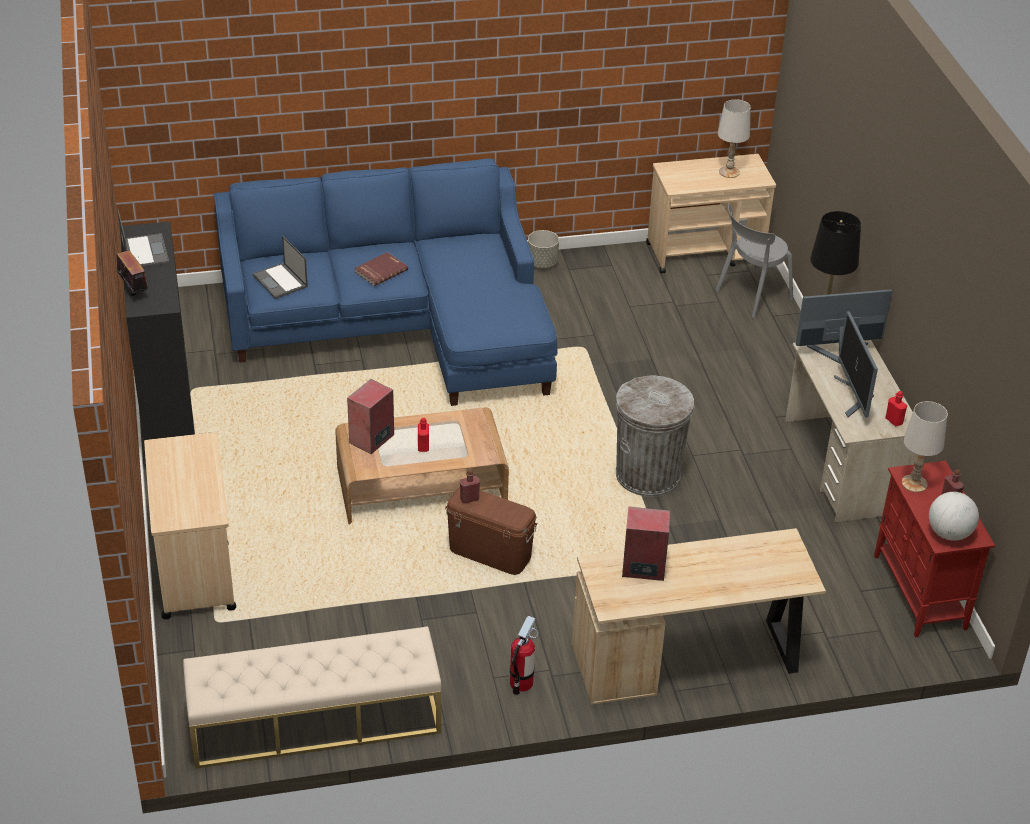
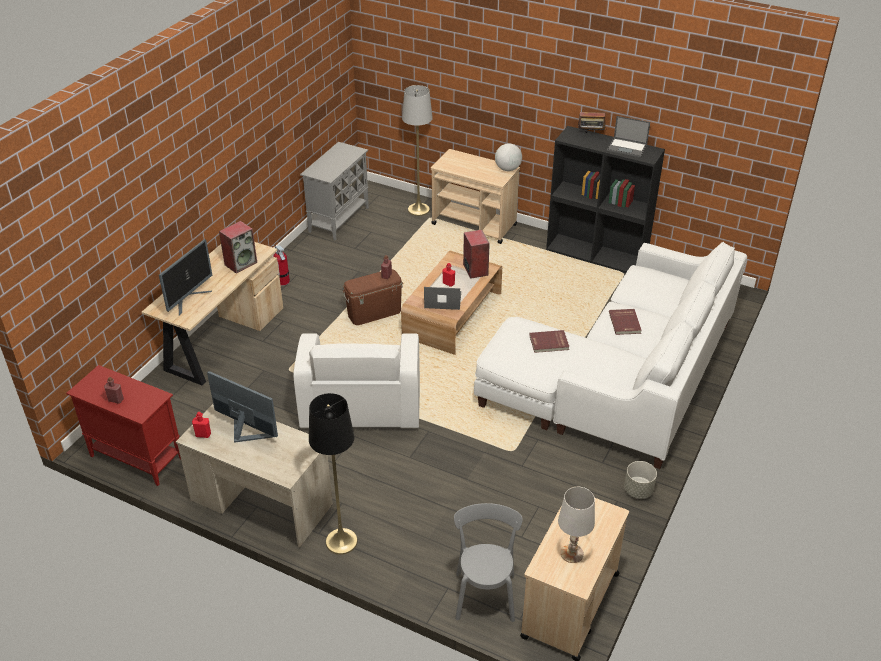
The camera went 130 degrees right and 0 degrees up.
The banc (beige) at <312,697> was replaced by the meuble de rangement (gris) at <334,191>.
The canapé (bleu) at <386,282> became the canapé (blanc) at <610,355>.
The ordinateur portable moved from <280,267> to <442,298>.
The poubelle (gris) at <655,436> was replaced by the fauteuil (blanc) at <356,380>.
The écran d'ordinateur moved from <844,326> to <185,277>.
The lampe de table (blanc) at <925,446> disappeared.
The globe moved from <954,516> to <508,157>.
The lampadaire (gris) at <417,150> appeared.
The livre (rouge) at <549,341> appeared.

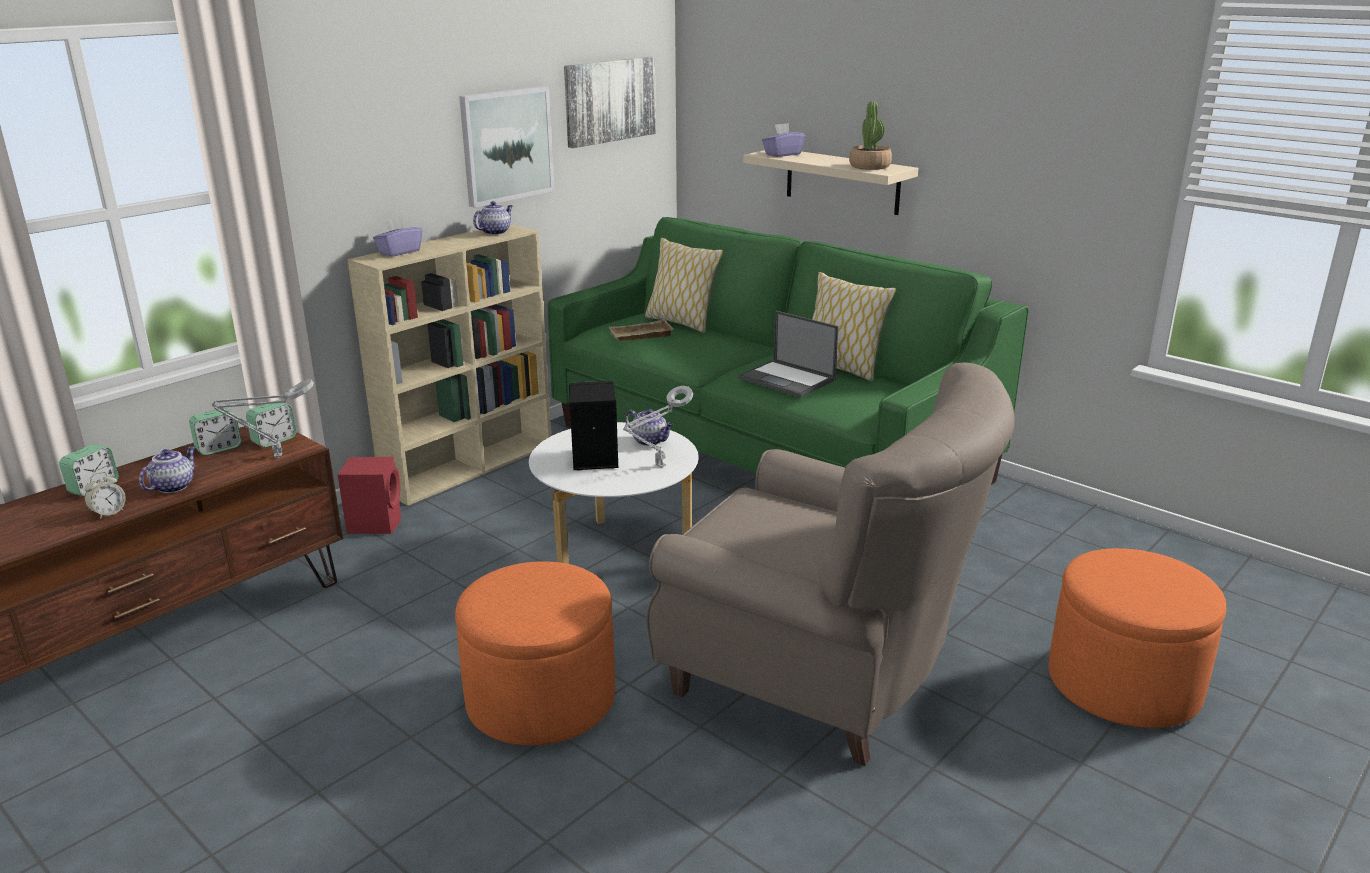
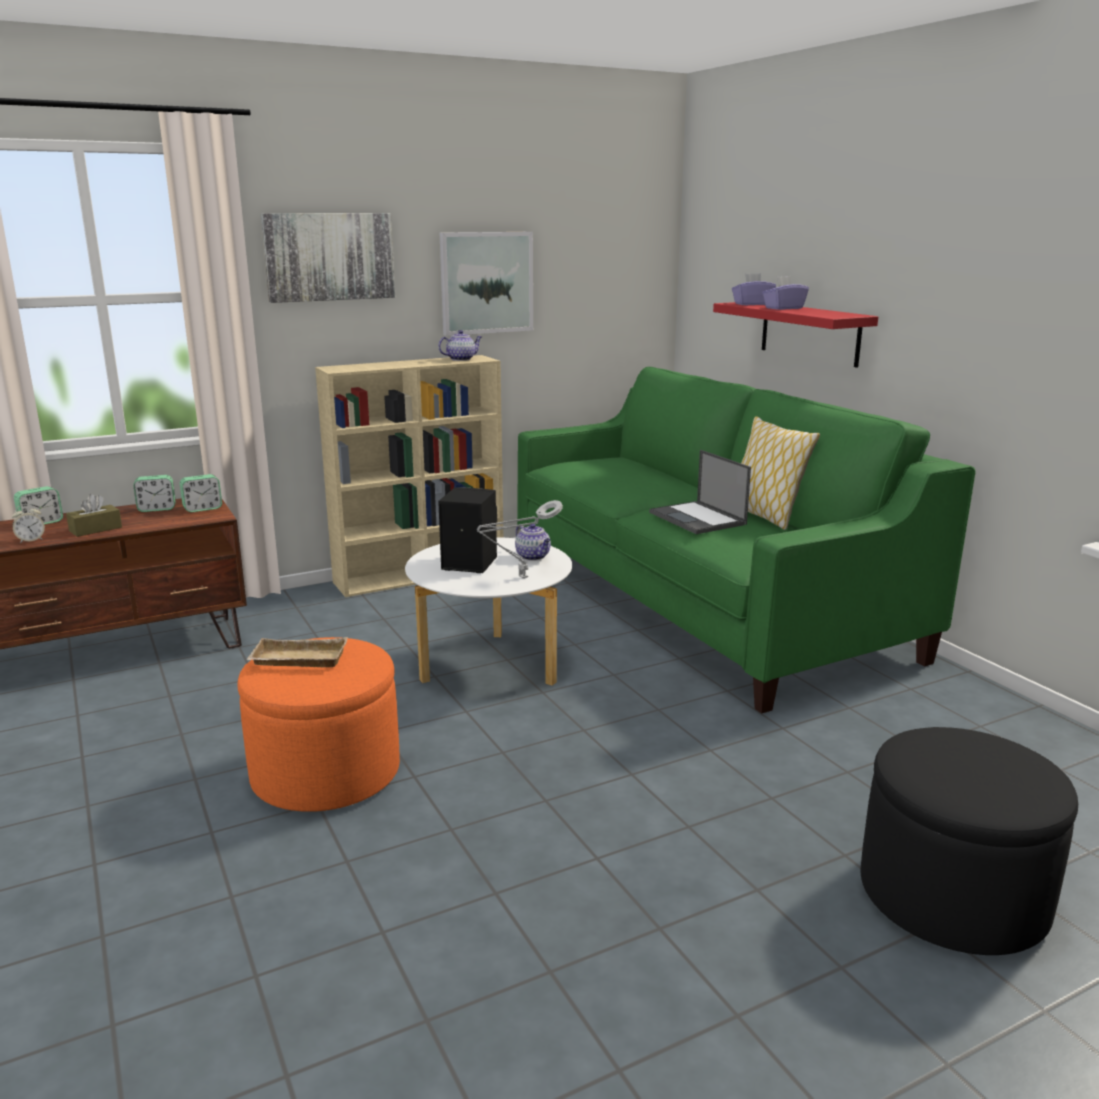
The camera went 20 degrees right and 5 degrees down.
The théière at <167,469> was replaced by the boîte à mouchoirs (marron) at <94,515>.
The lampe de table (gris) at <263,418> disappeared.
The enceinte (rouge) at <369,495> disappeared.
The boîte à mouchoirs (violet) moved from <398,237> to <785,293>.
The tableau moved from <610,102> to <328,258>.
The plateau (beige) moved from <641,330> to <297,652>.
The coussin at <684,285> disappeared.
The fauteuil (beige) at <830,564> disappeared.
The étagère (beige) at <830,182> became the étagère (rouge) at <795,335>.
The plante en pot at <870,135> disappeared.
The pouf (orange) at <1137,638> became the pouf (noir) at <969,841>.

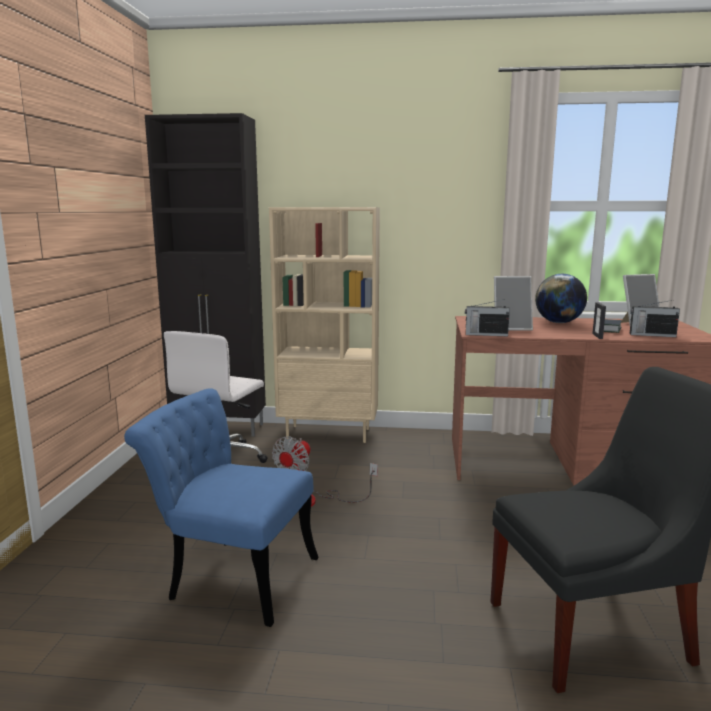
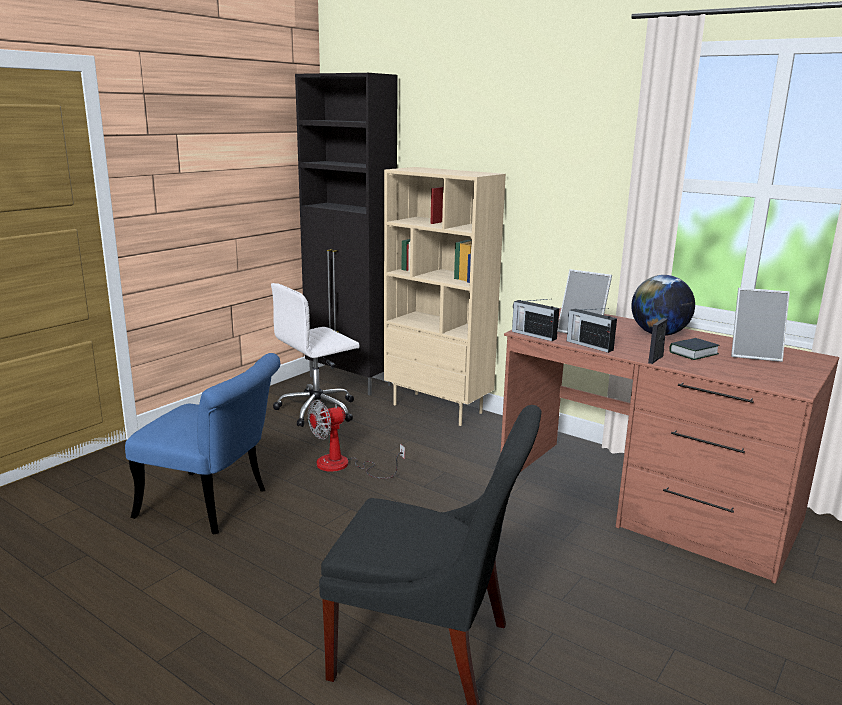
The camera went 30 degrees right and 5 degrees up.
The chaise (bleu) at <221,507> turned 150 degrees clockwise.
The radio moved from <655,318> to <592,330>.

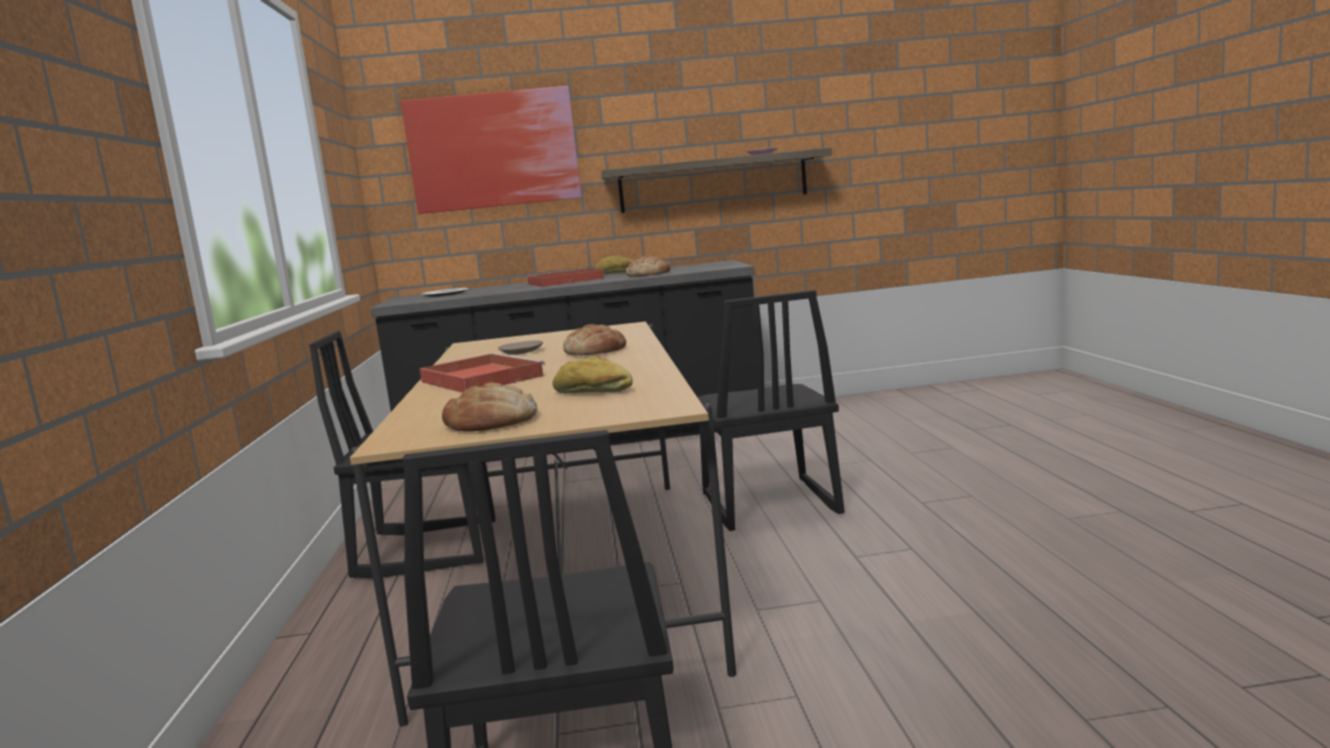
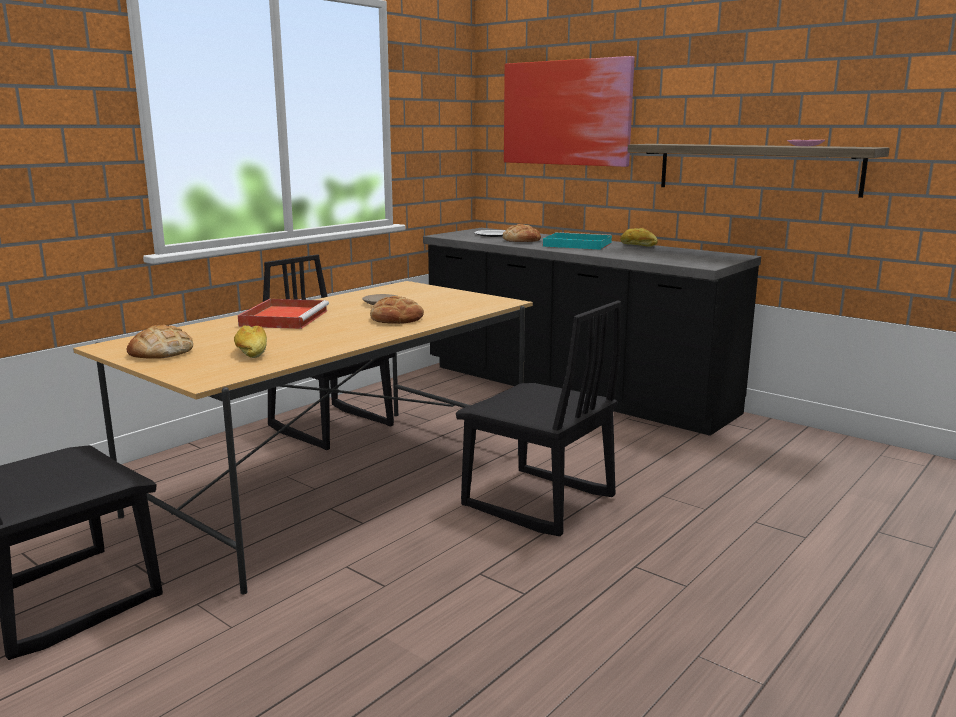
The camera went 45 degrees right and 5 degrees up.
The plateau (rouge) at <565,277> became the plateau (turquoise) at <577,241>.
The pain moved from <648,266> to <522,233>.
The chaise (noir) at <771,410> turned 90 degrees counterclockwise.

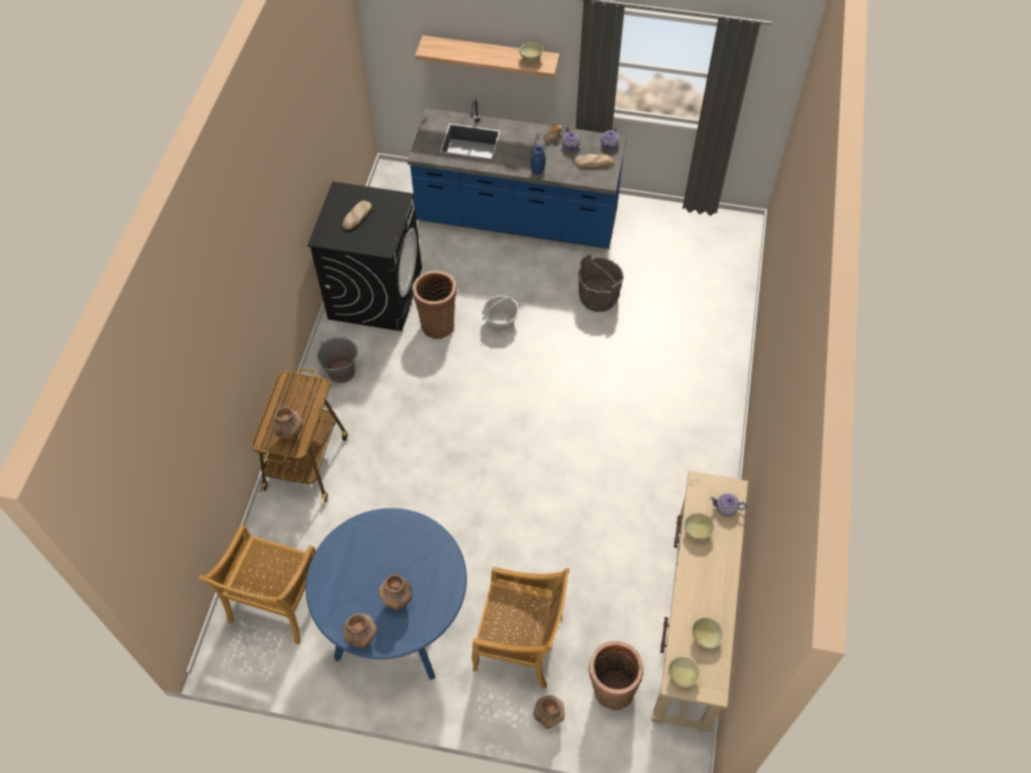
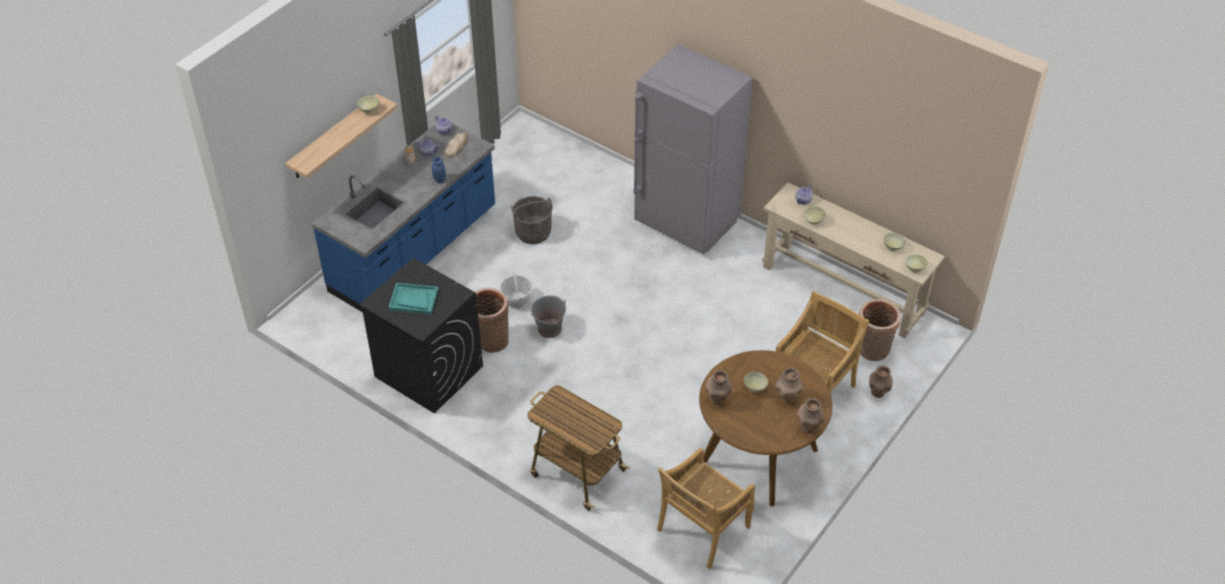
The camera went 65 degrees left and 10 degrees down.
The chaise (beige) at <257,584> turned 90 degrees clockwise.
The vase (marron) moved from <288,423> to <718,387>.
The table à manger (bleu) at <386,594> became the table à manger (marron) at <765,428>.
The seau (gris) moved from <337,360> to <548,316>.
The pain at <357,215> was replaced by the plateau (turquoise) at <413,298>.
The réfrigérateur (gris) at <693,150> appeared.
The bol (beige) at <756,382> appeared.

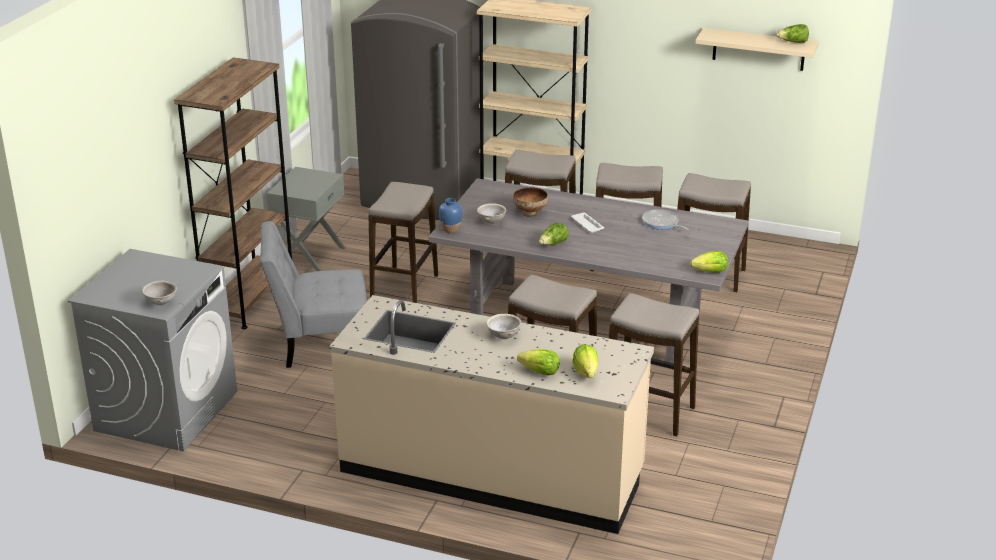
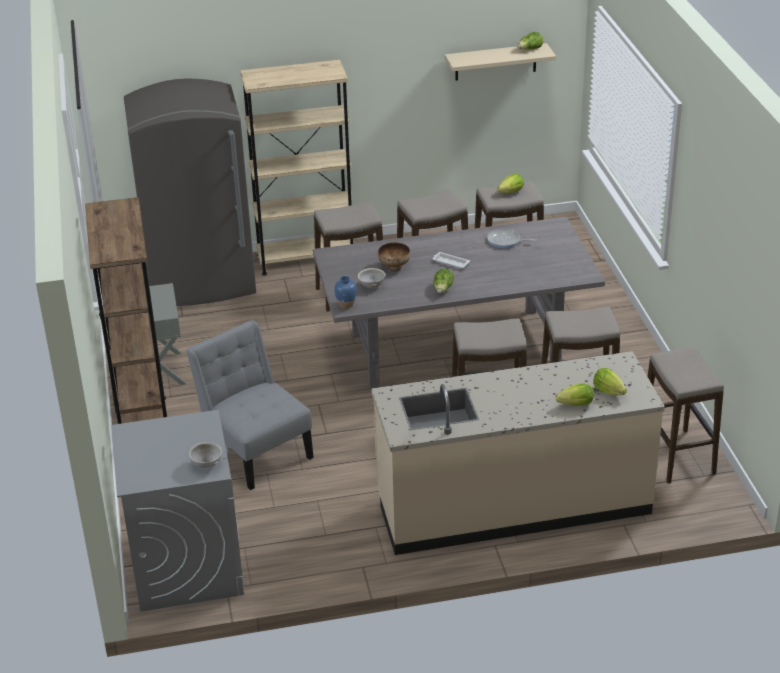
The camera went 30 degrees left and 5 degrees up.
The chaise (gris) at <313,294> turned 90 degrees clockwise.
The tabouret moved from <403,242> to <686,415>.
The bol (gris) at <504,326> disappeared.
The laitue moved from <709,262> to <510,183>.

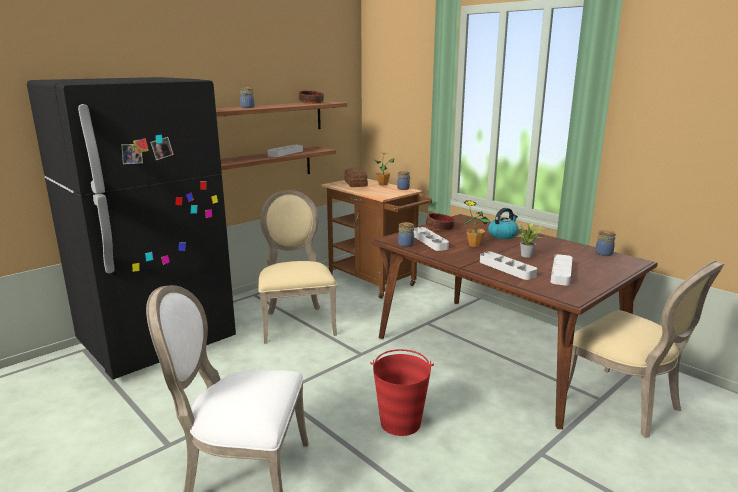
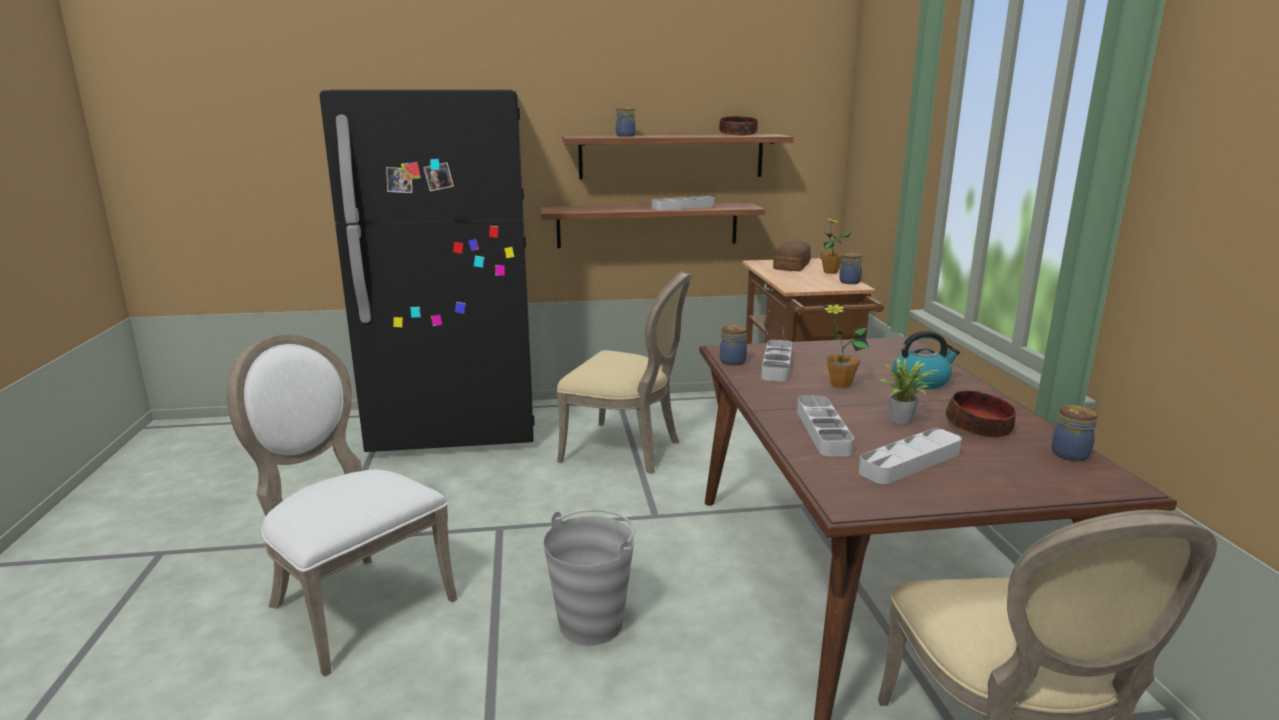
The camera went 35 degrees right and 0 degrees up.
The chaise (beige) at <297,267> turned 90 degrees clockwise.
The seau (rouge) at <402,392> became the seau (gris) at <588,577>.
The bol moved from <440,222> to <981,414>.

